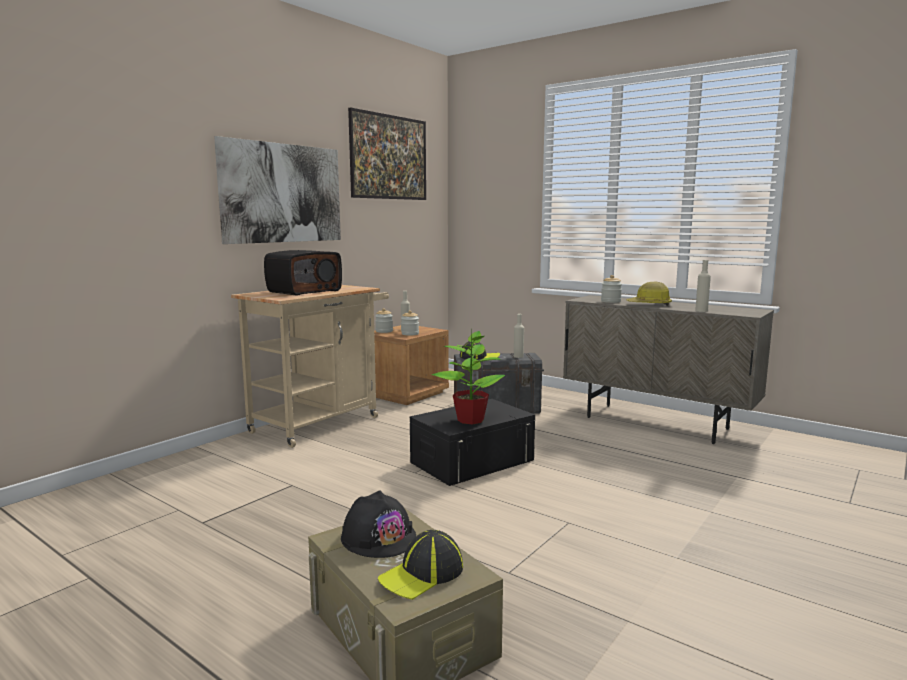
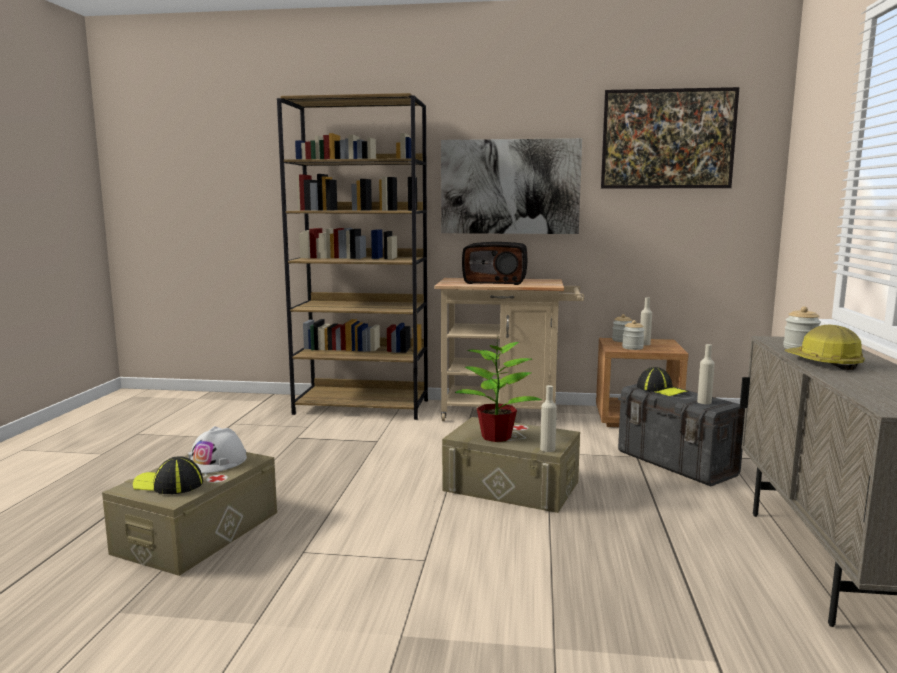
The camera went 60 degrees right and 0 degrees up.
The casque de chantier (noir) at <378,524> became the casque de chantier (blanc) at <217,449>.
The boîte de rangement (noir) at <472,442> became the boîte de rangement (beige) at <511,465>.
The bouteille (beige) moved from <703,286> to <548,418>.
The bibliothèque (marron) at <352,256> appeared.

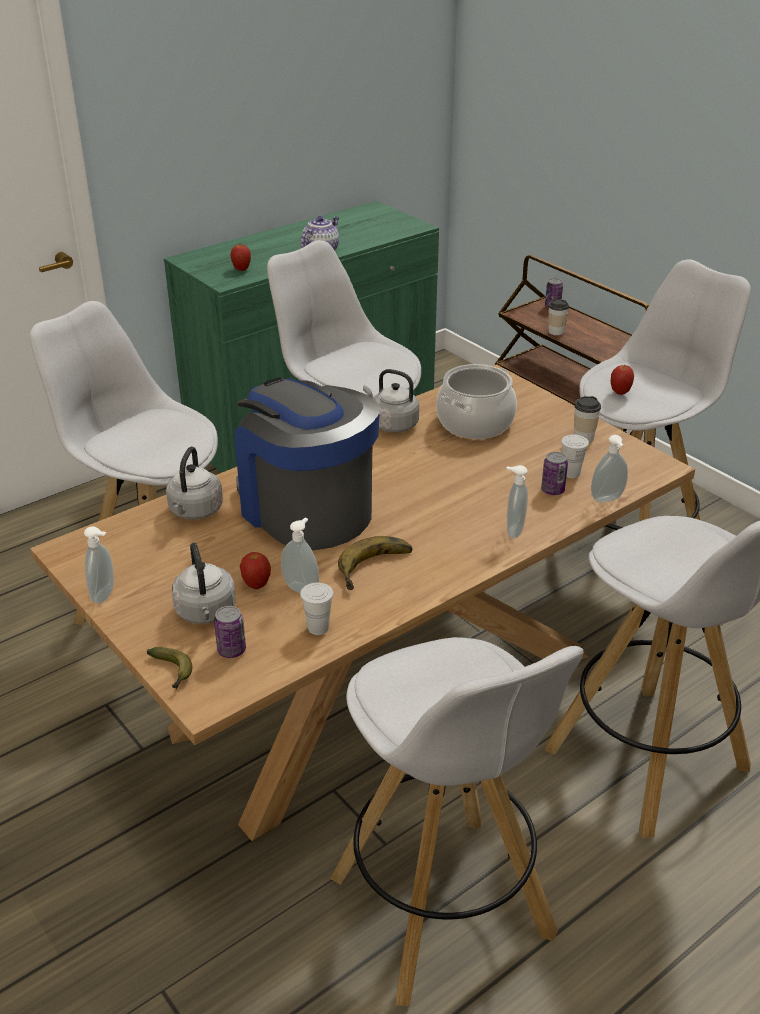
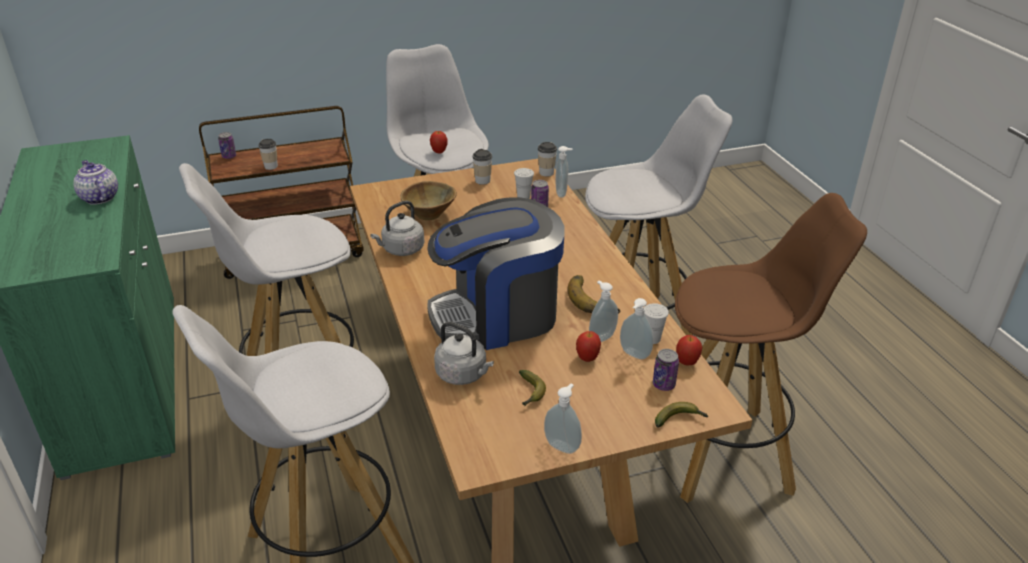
The camera went 70 degrees left and 0 degrees up.
The bouilloire (gris) at <204,583> disappeared.
The pomme moved from <240,257> to <689,350>.
The tabouret (blanc) at <457,821> became the tabouret (marron) at <771,348>.
The marmite at <476,401> was replaced by the bol (marron) at <429,200>.
The distributeur de savon moved from <517,501> to <636,329>.
The banane at <532,388> appeared.
The tasse at <547,159> appeared.

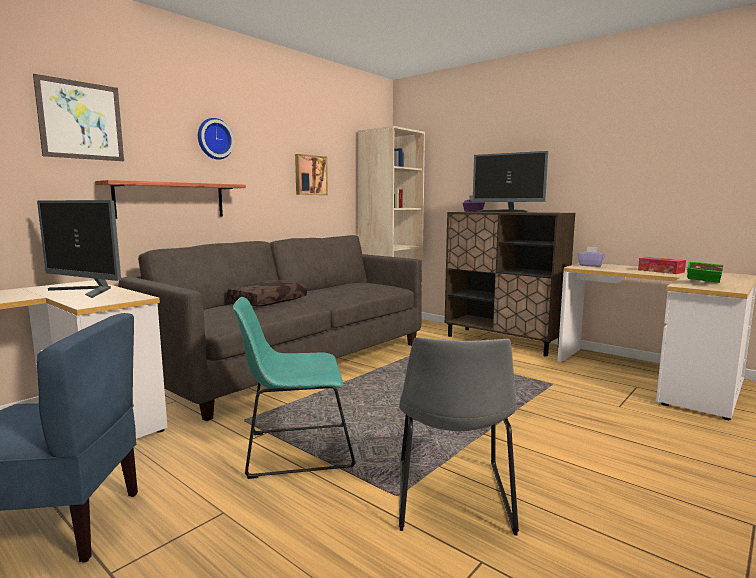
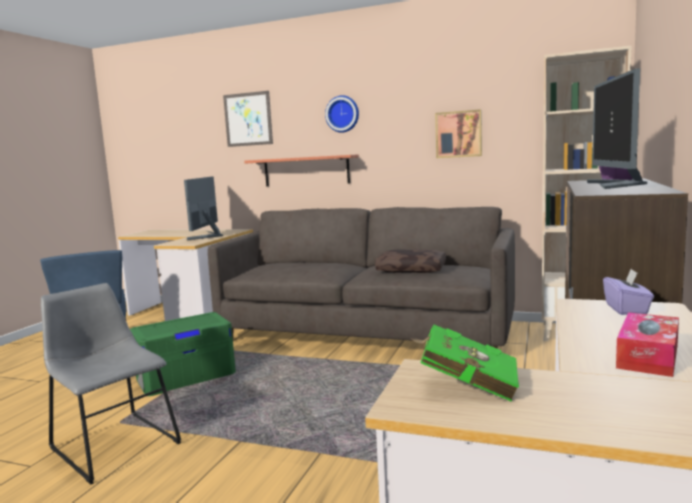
The camera went 70 degrees right and 0 degrees up.
The coussin (marron) moved from <267,293> to <410,261>.
The chaise (turquoise) at <294,388> was replaced by the boîte de rangement (vert) at <183,354>.
The chaise (gris) at <459,436> turned 60 degrees clockwise.

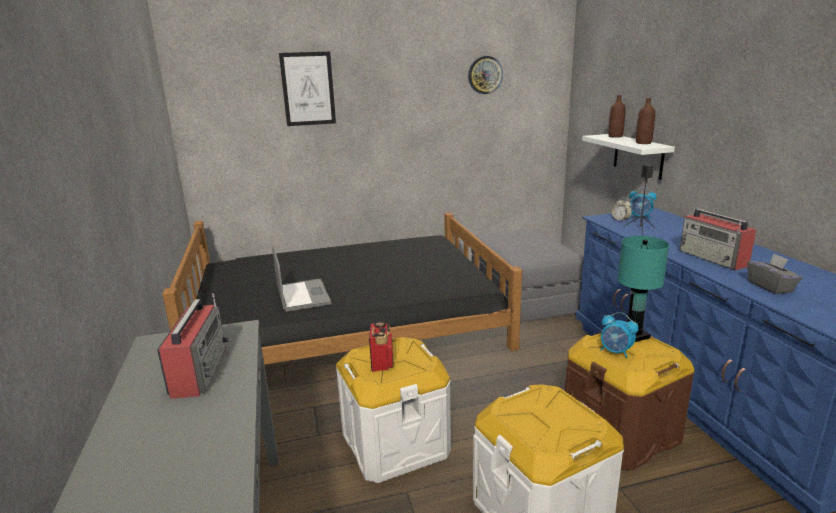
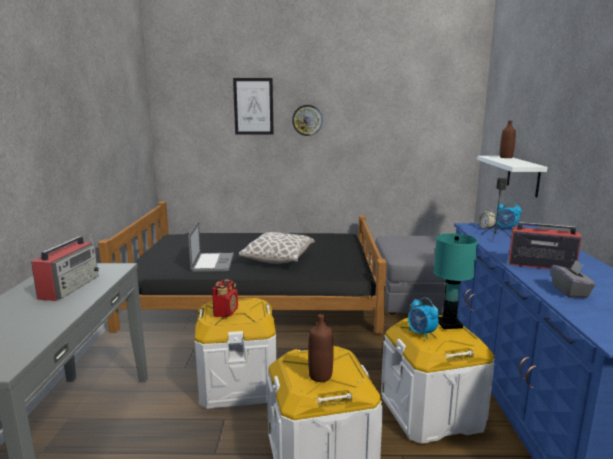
The camera went 15 degrees right and 5 degrees down.
The horloge murale moved from <485,75> to <307,120>.
The boîte de rangement (marron) at <630,401> became the boîte de rangement (blanc) at <437,379>.
The bouteille (marron) moved from <645,121> to <321,348>.
The radio at <718,239> turned 120 degrees clockwise.
The coussin at <277,248> appeared.

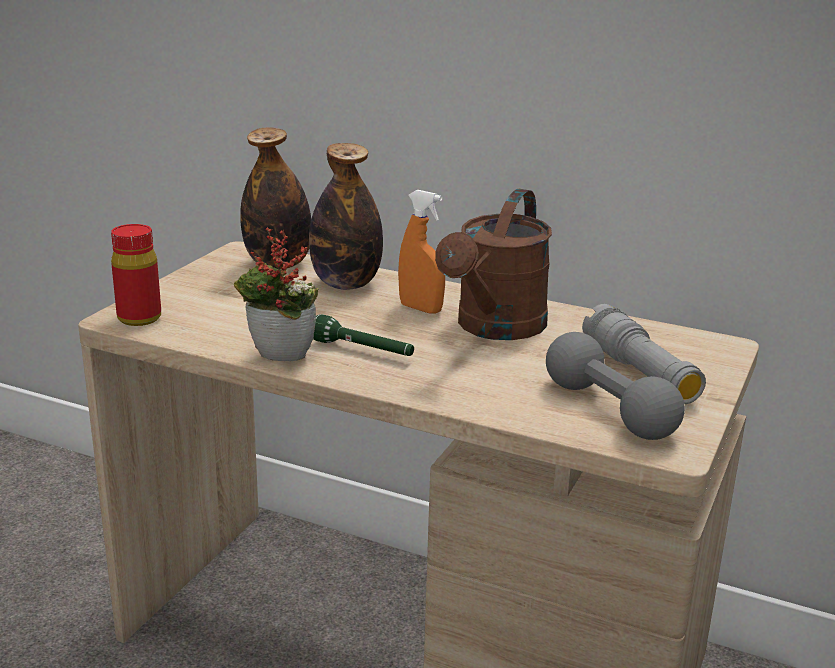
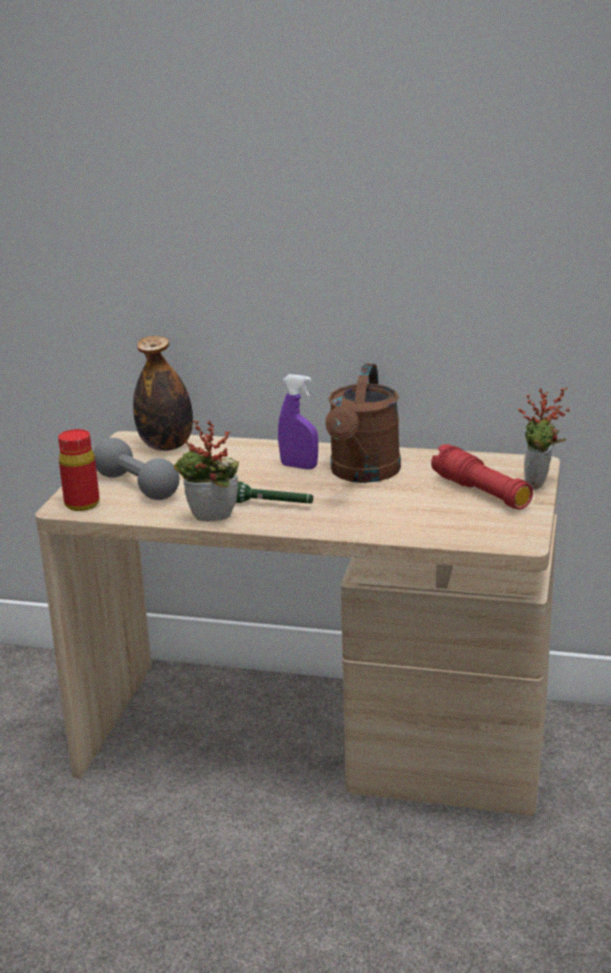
The camera went 10 degrees left and 0 degrees up.
The bouteille at <346,216> disappeared.
The vaporisateur (orange) at <421,252> became the vaporisateur (violet) at <298,421>.
The haltère (gris) moved from <615,386> to <136,469>.
The lampe de poche (gris) at <644,354> became the lampe de poche (rouge) at <482,477>.
The plante en pot at <544,438> appeared.

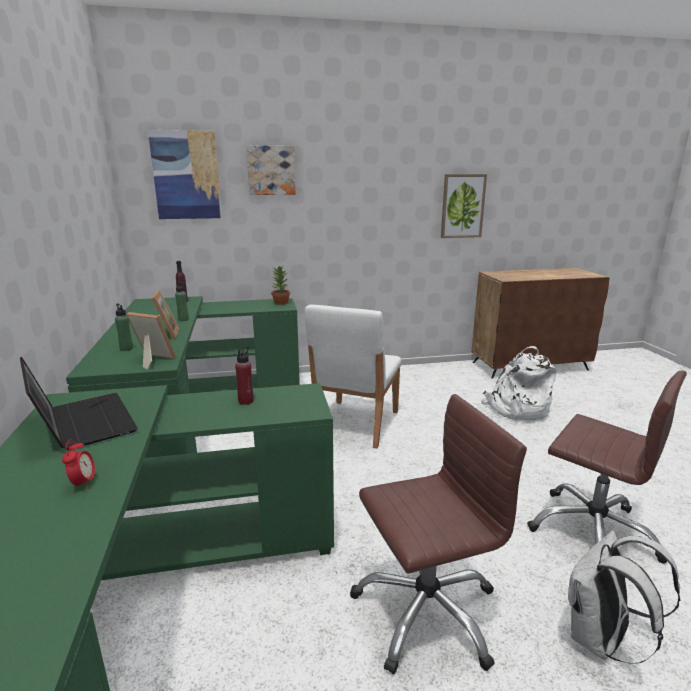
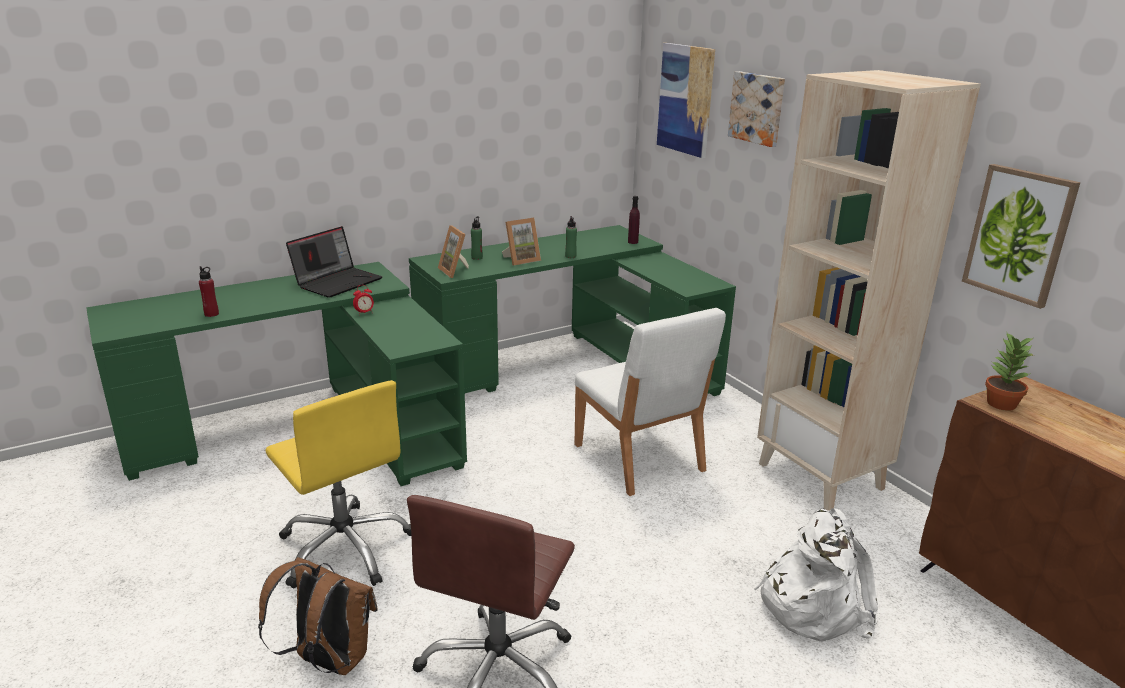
The camera went 70 degrees right and 5 degrees up.
The réveil moved from <79,464> to <363,300>.
The cadre photo at <151,341> turned 150 degrees clockwise.
The bouteille (rouge) moved from <244,376> to <209,291>.
The plante en pot moved from <280,285> to <1009,371>.
The chaise (blanc) at <353,376> turned 120 degrees counterclockwise.
The chaise de bureau (marron) at <438,534> became the chaise de bureau (jaune) at <338,484>.
The sac à dos (blanc) at <624,597> became the sac à dos (marron) at <318,616>.
The bibliothèque (beige) at <869,290> appeared.

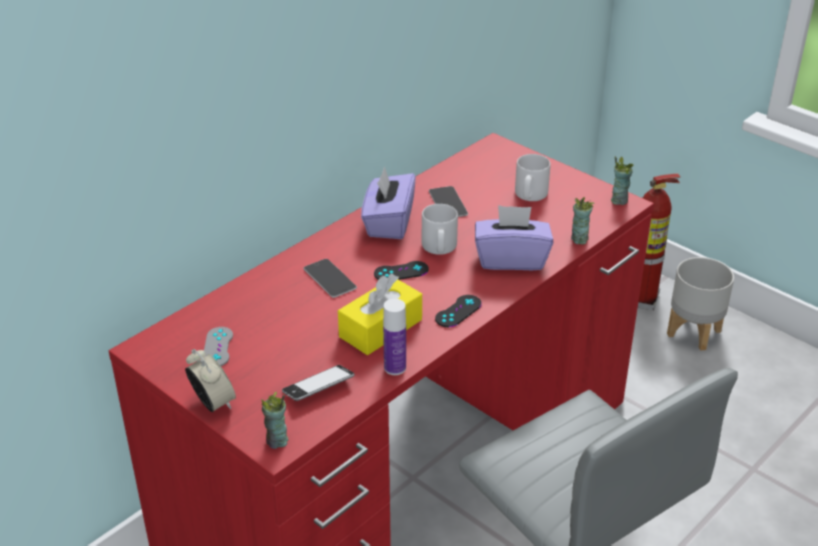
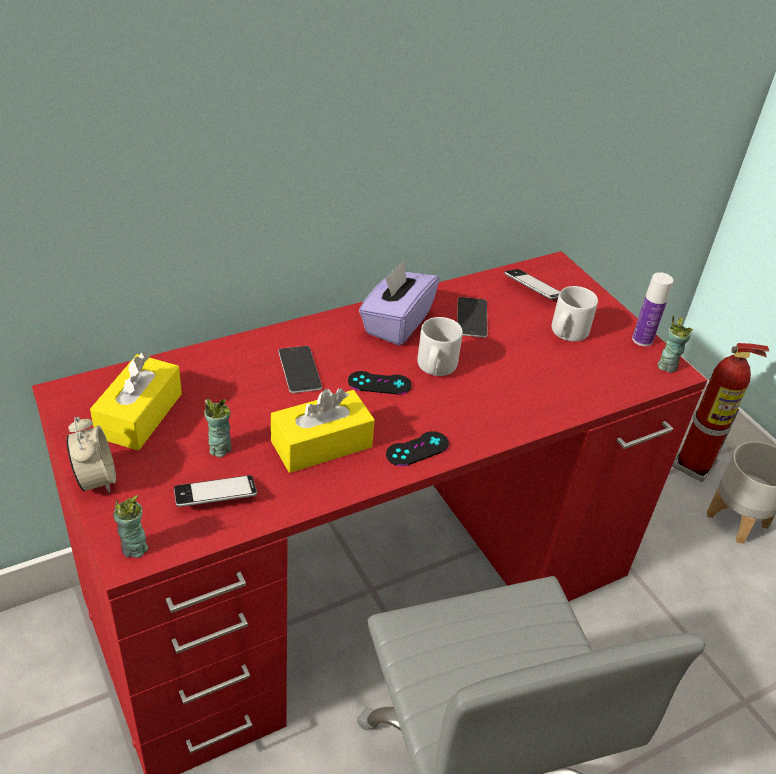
The camera went 15 degrees right and 5 degrees up.
The manette (gris) at <218,346> was replaced by the boîte à mouchoirs (jaune) at <136,401>.
The bouteille moved from <394,337> to <652,309>.
The boîte à mouchoirs (violet) at <514,237> disappeared.
The tasse moved from <583,221> to <217,427>.
The téléphone at <532,284> appeared.

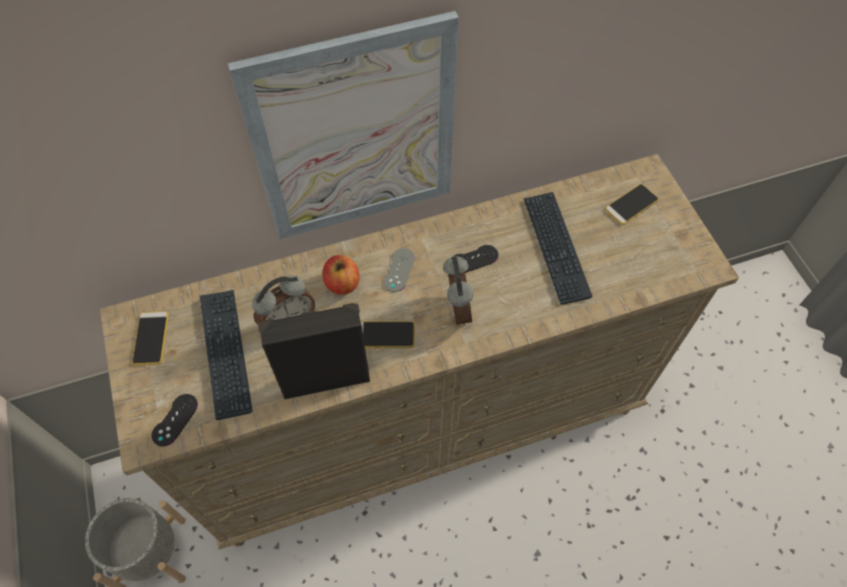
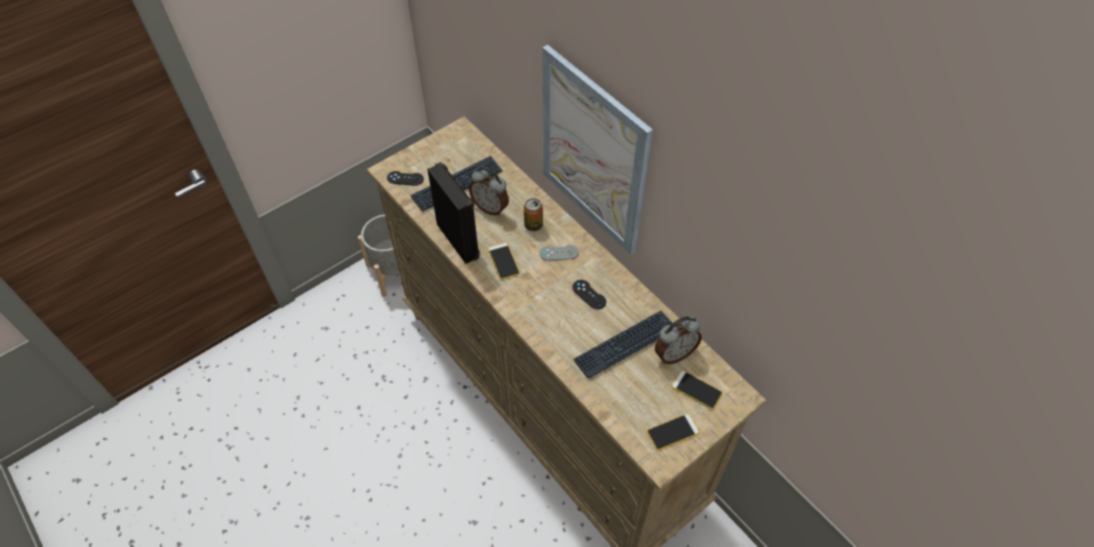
The camera went 70 degrees right and 5 degrees down.
The téléphone moved from <150,338> to <673,432>.
The pomme at <341,275> was replaced by the boîte métallique at <533,214>.
The réveil moved from <458,291> to <678,340>.

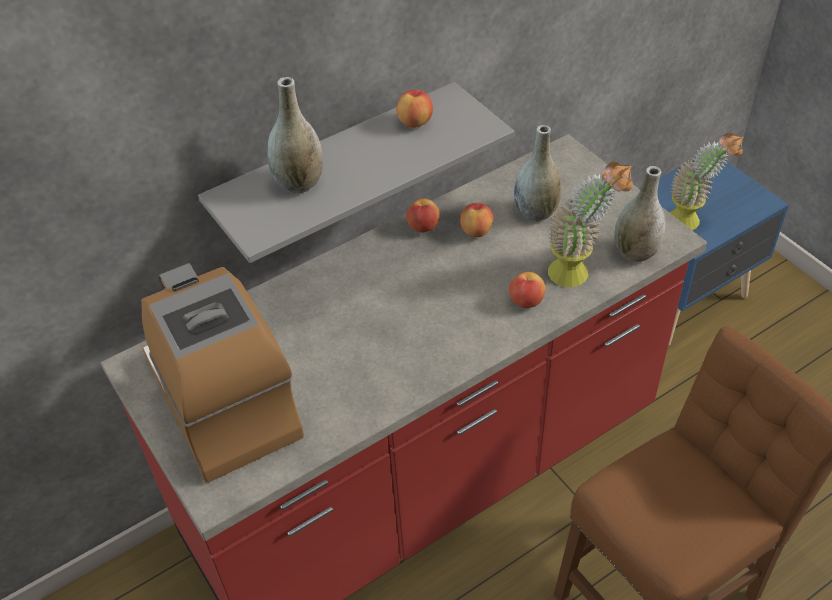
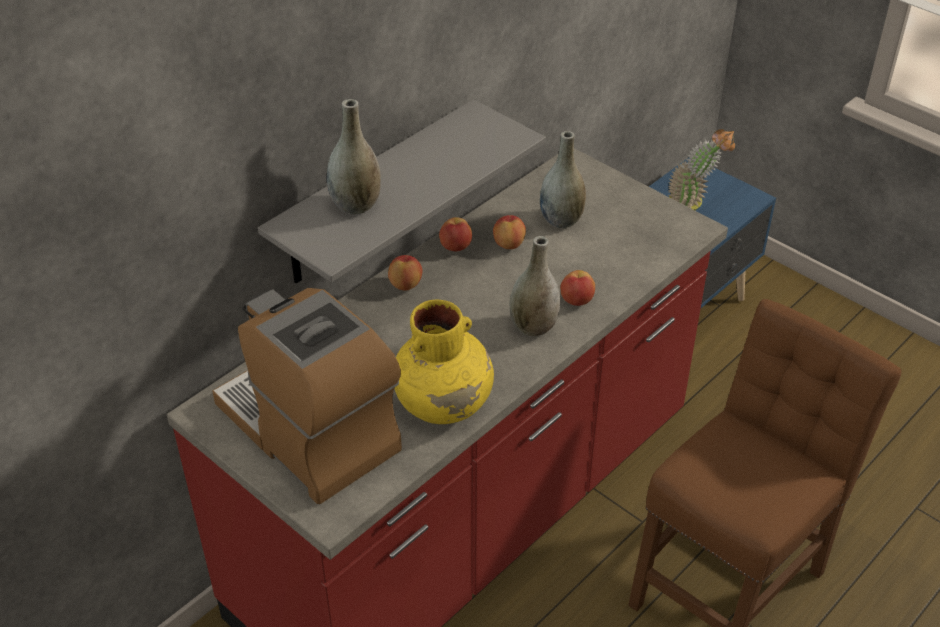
The camera went 15 degrees left and 5 degrees down.
The pomme moved from <414,109> to <405,273>.
The plante en pot at <590,224> disappeared.
The vase (gris) moved from <640,214> to <534,286>.
The vase (jaune) at <444,362> appeared.

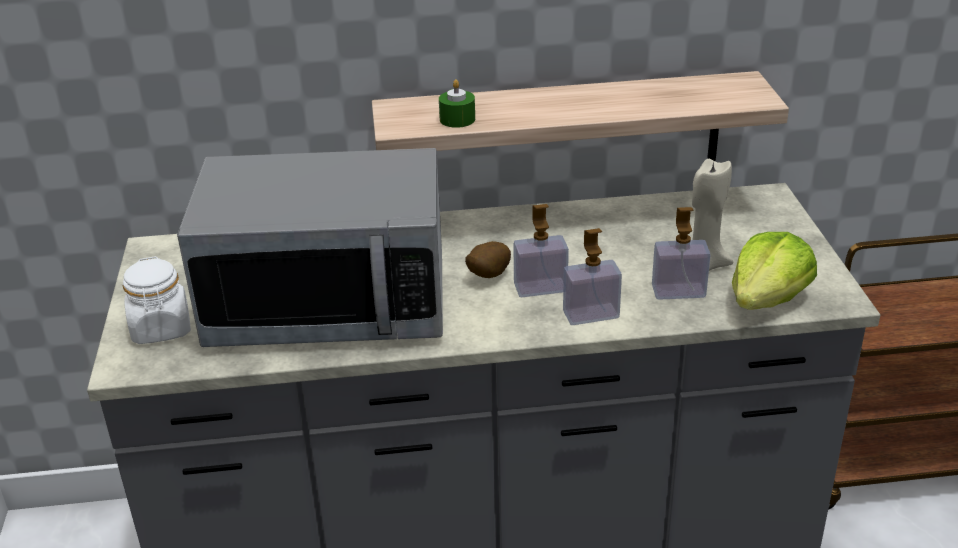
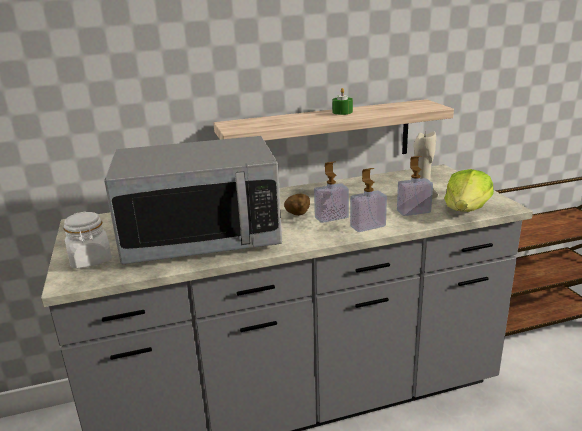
The camera went 10 degrees left and 10 degrees down.
The bougie (vert) moved from <457,103> to <342,101>.

